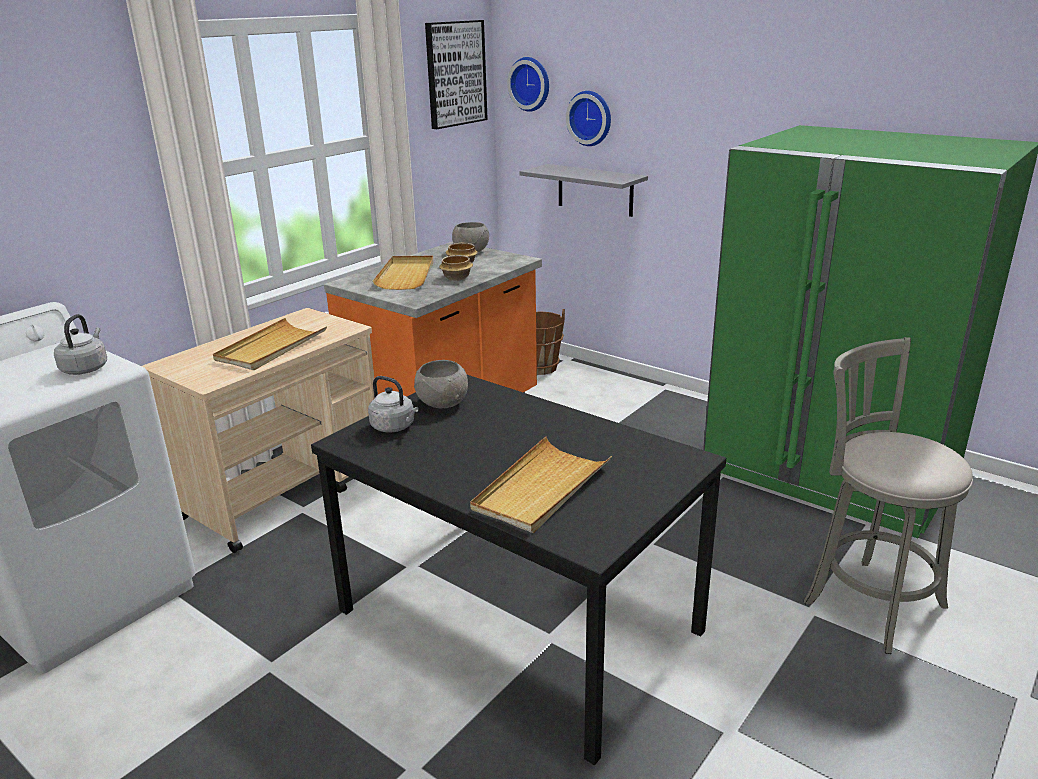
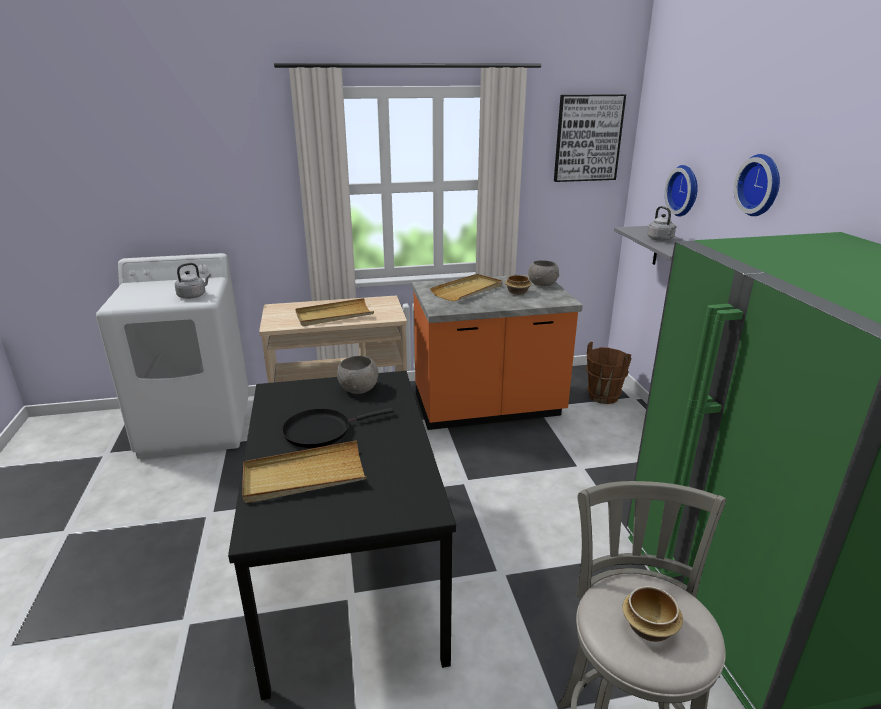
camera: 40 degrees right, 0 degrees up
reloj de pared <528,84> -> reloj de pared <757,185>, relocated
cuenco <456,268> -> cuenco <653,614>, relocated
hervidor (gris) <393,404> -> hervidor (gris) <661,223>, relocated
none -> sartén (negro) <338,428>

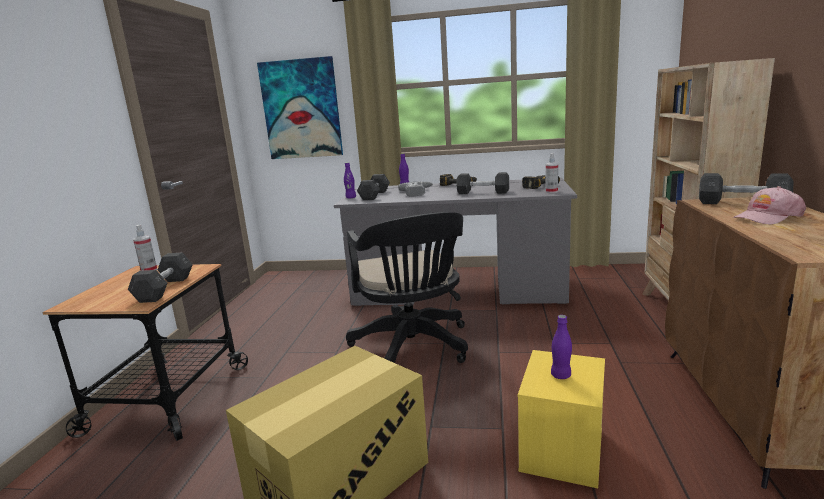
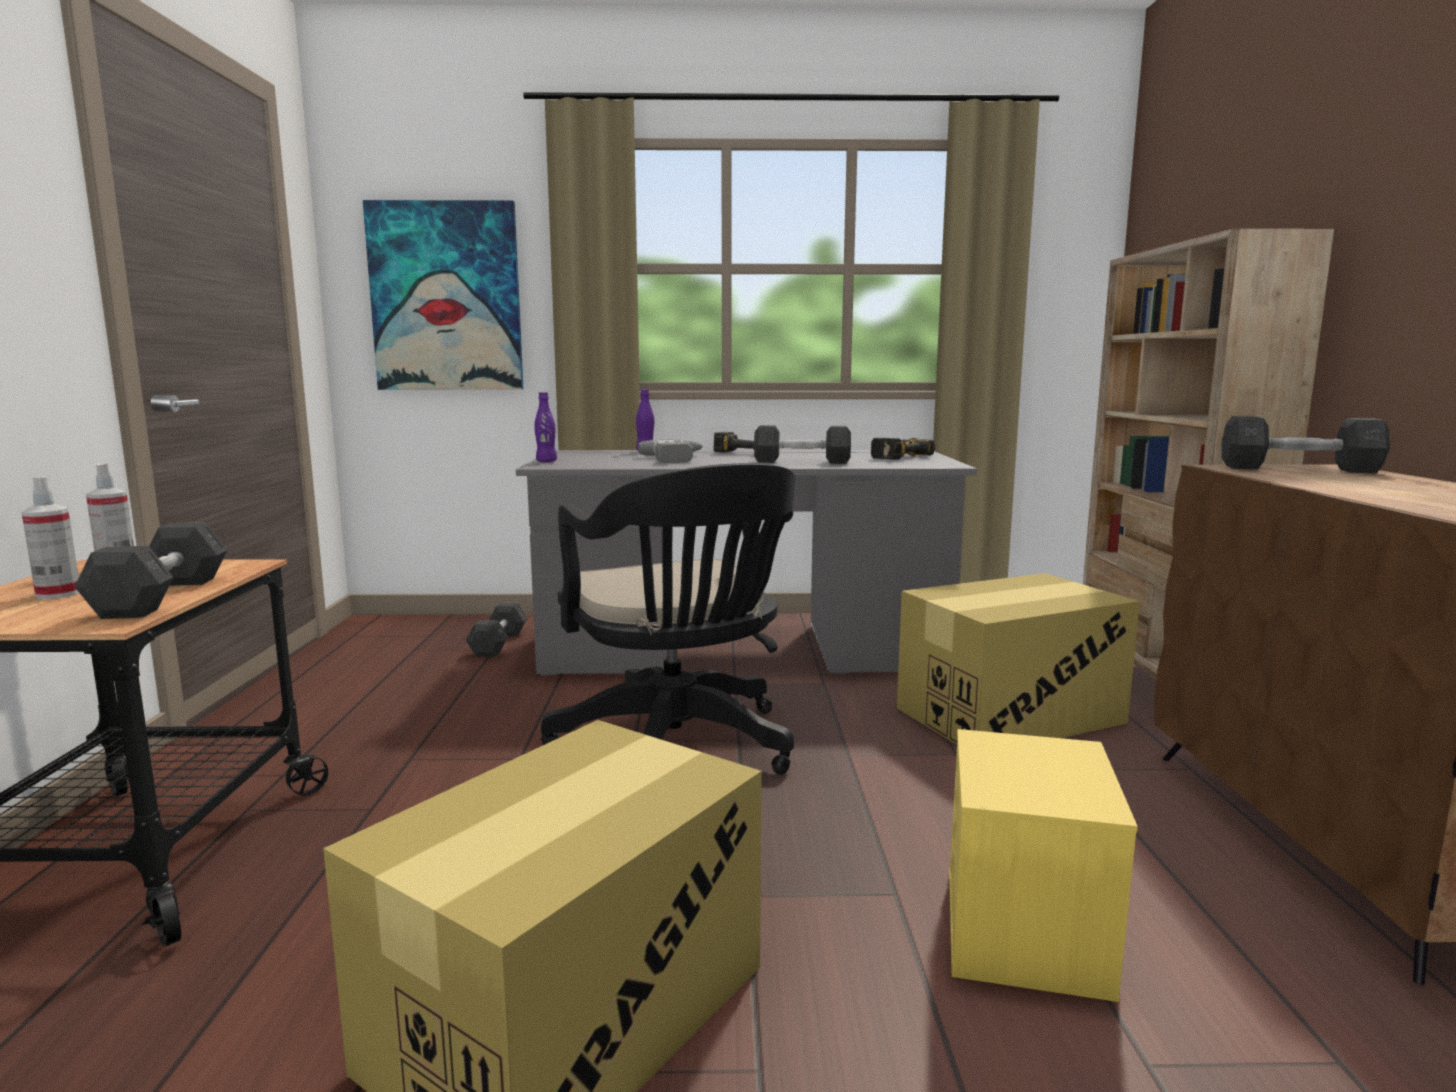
camera: 10 degrees left, 5 degrees down
pulverizador <551,173> -> pulverizador <50,537>, relocated
mancuerna (gris) <373,187> -> mancuerna (gris) <496,629>, relocated
gorra (rosa) <769,205> -> none
botella (morado) <561,347> -> none
none -> caja de cartón <1018,659>

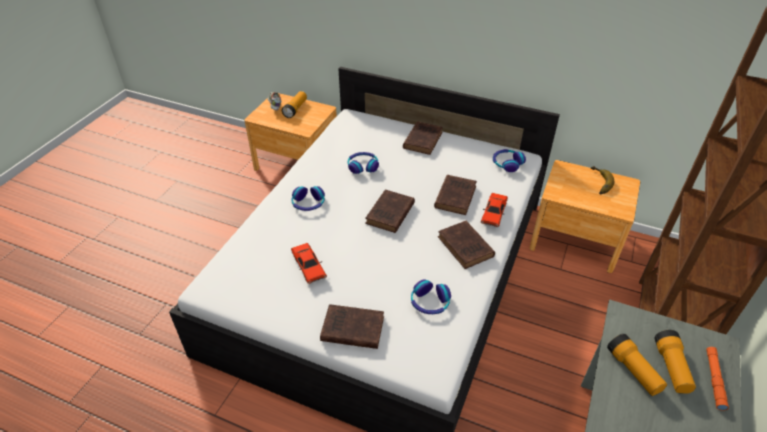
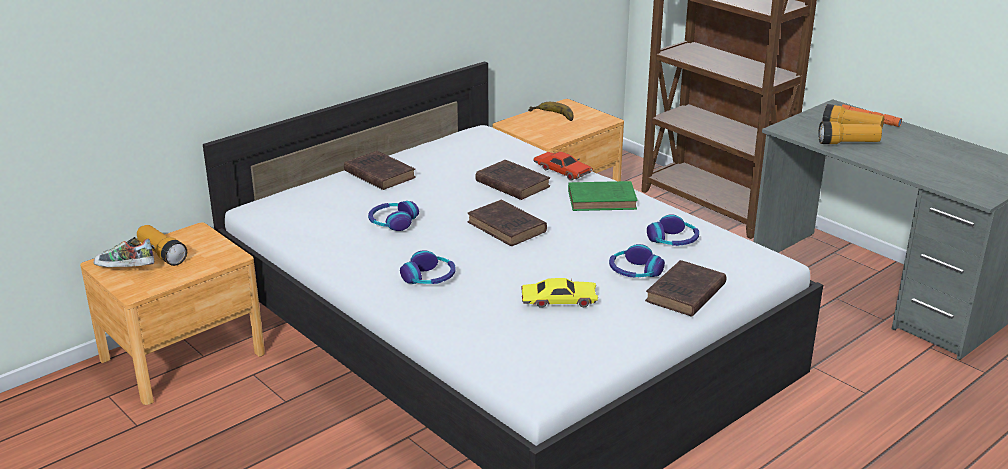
camera: 65 degrees left, 15 degrees down
auriculares <509,160> -> auriculares <637,260>, relocated
libro (marrón) <466,245> -> libro (verde) <603,196>
coche de juguete (rojo) <309,263> -> coche de juguete (amarillo) <559,293>

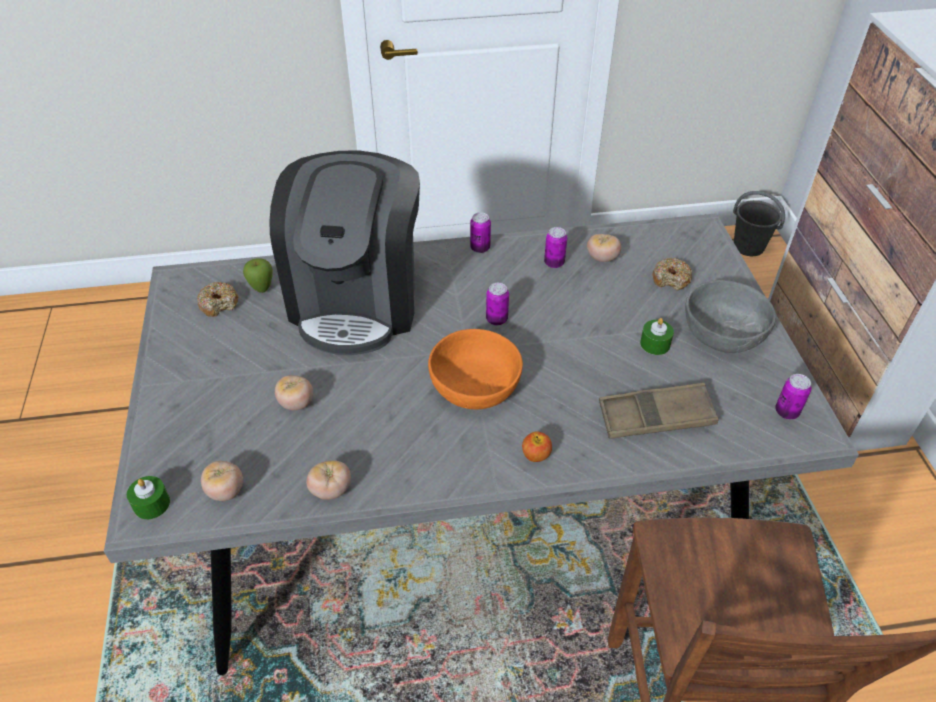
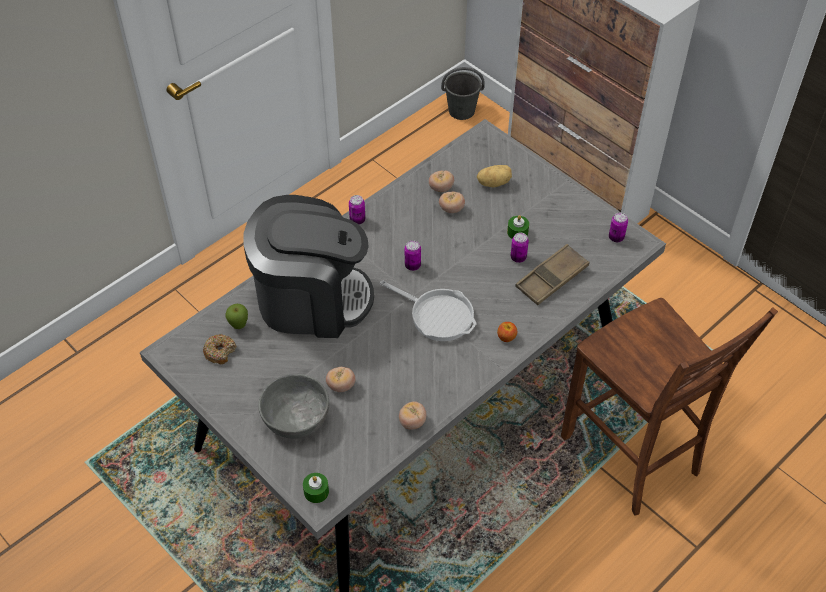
camera: 35 degrees left, 5 degrees up
cafetera <344,253> -> cafetera <309,266>, 60 degrees counterclockwise
lata <555,247> -> lata <520,247>, relocated
rosquilla <672,274> -> patata <494,176>
cuenco (gris) <730,316> -> cuenco (gris) <293,406>, relocated
cuenco (naranja) <475,369> -> sartén <428,310>
tomate <222,481> -> tomate <452,202>, relocated

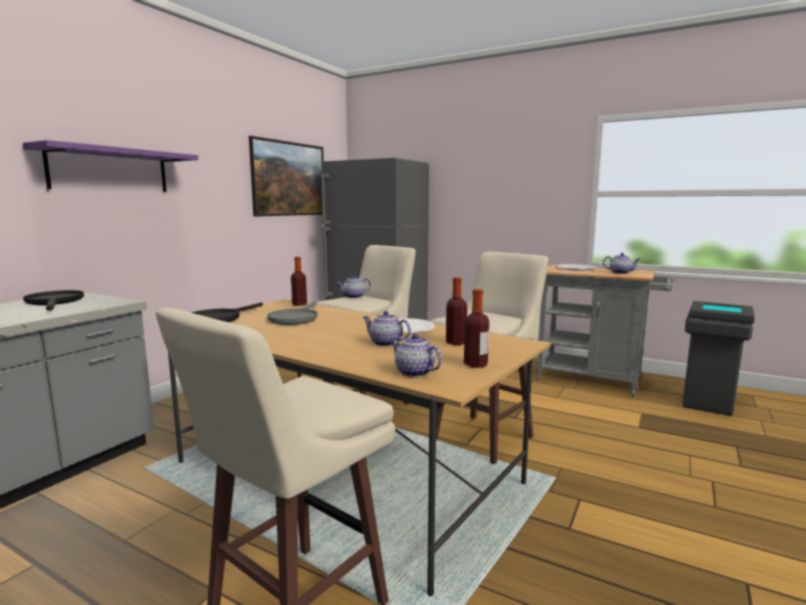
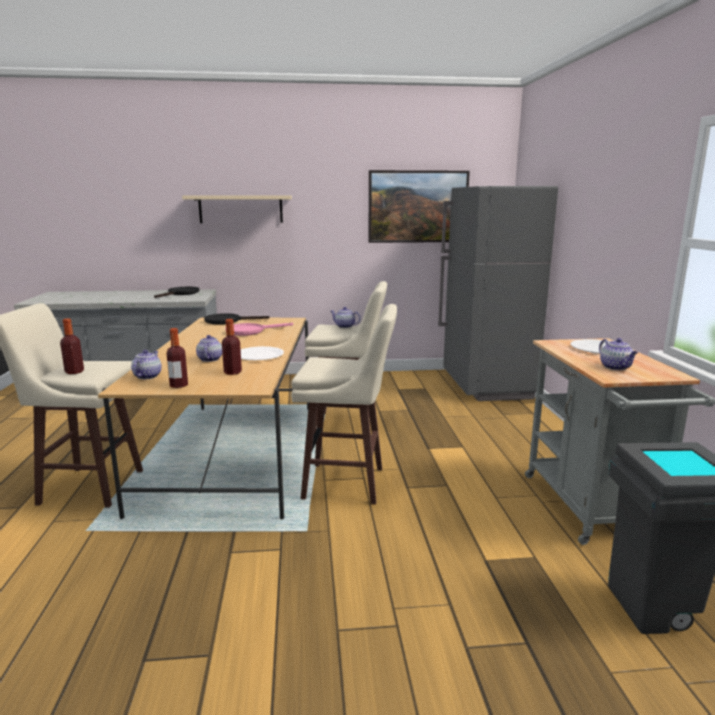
camera: 55 degrees right, 5 degrees up
estante (morado) <110,166> -> estante (beis) <237,209>
botella <299,281> -> botella <72,346>, relocated
sartén (gris) <292,313> -> sartén (rosa) <263,329>

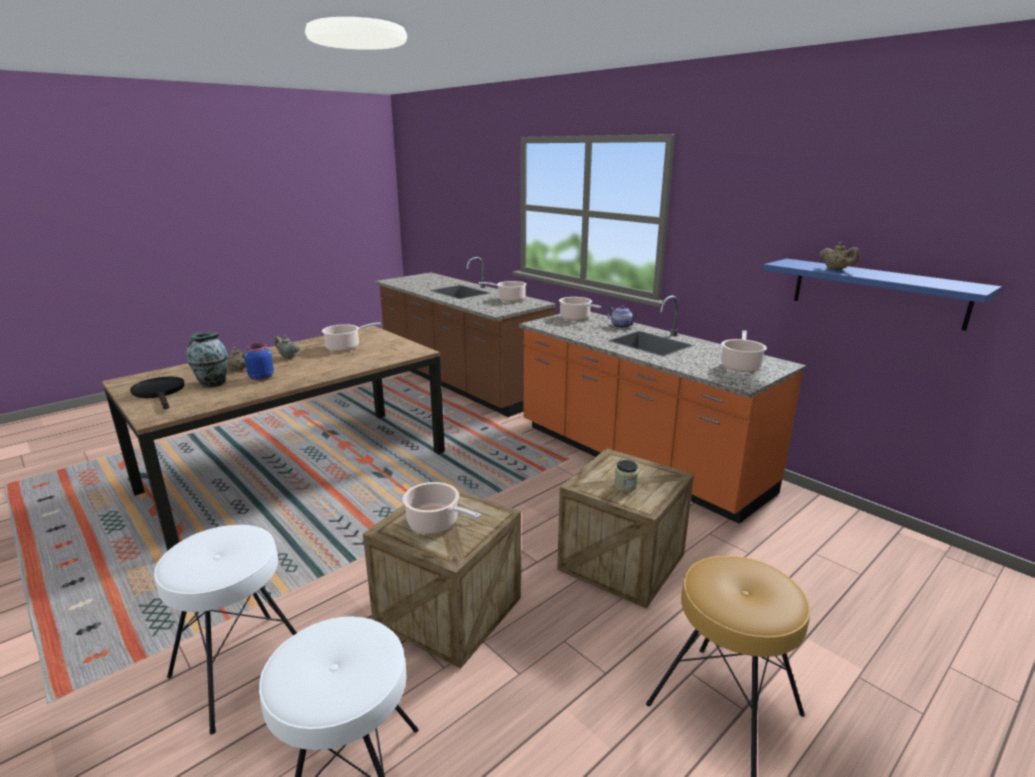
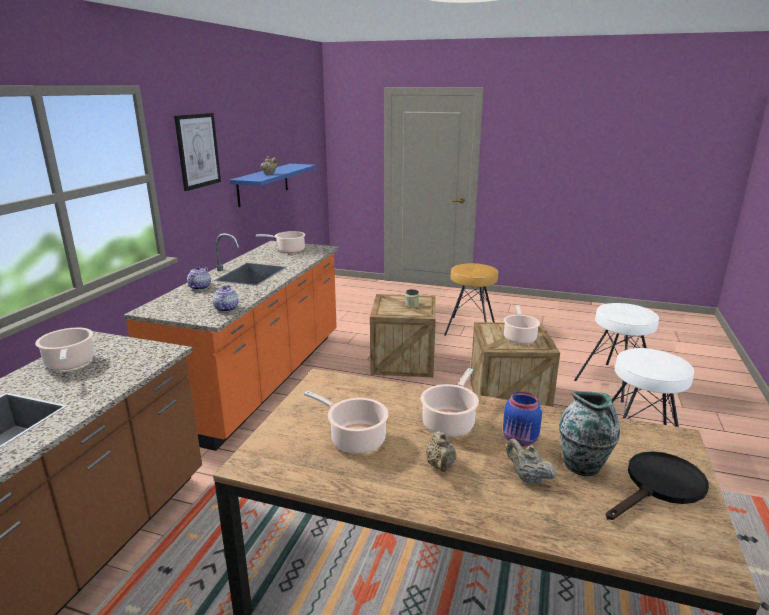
camera: 120 degrees left, 0 degrees up
olla <580,309> -> olla <450,402>, relocated
sartén (negro) <157,392> -> sartén (negro) <657,485>, 150 degrees counterclockwise
none -> cuadro <197,152>
none -> tetera <225,298>

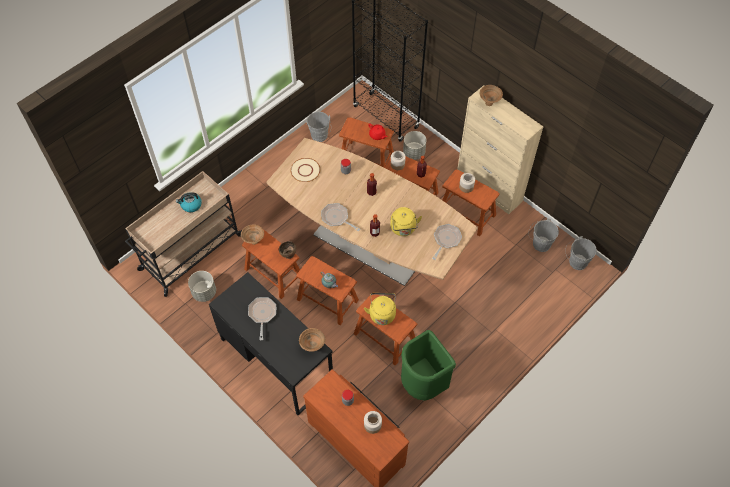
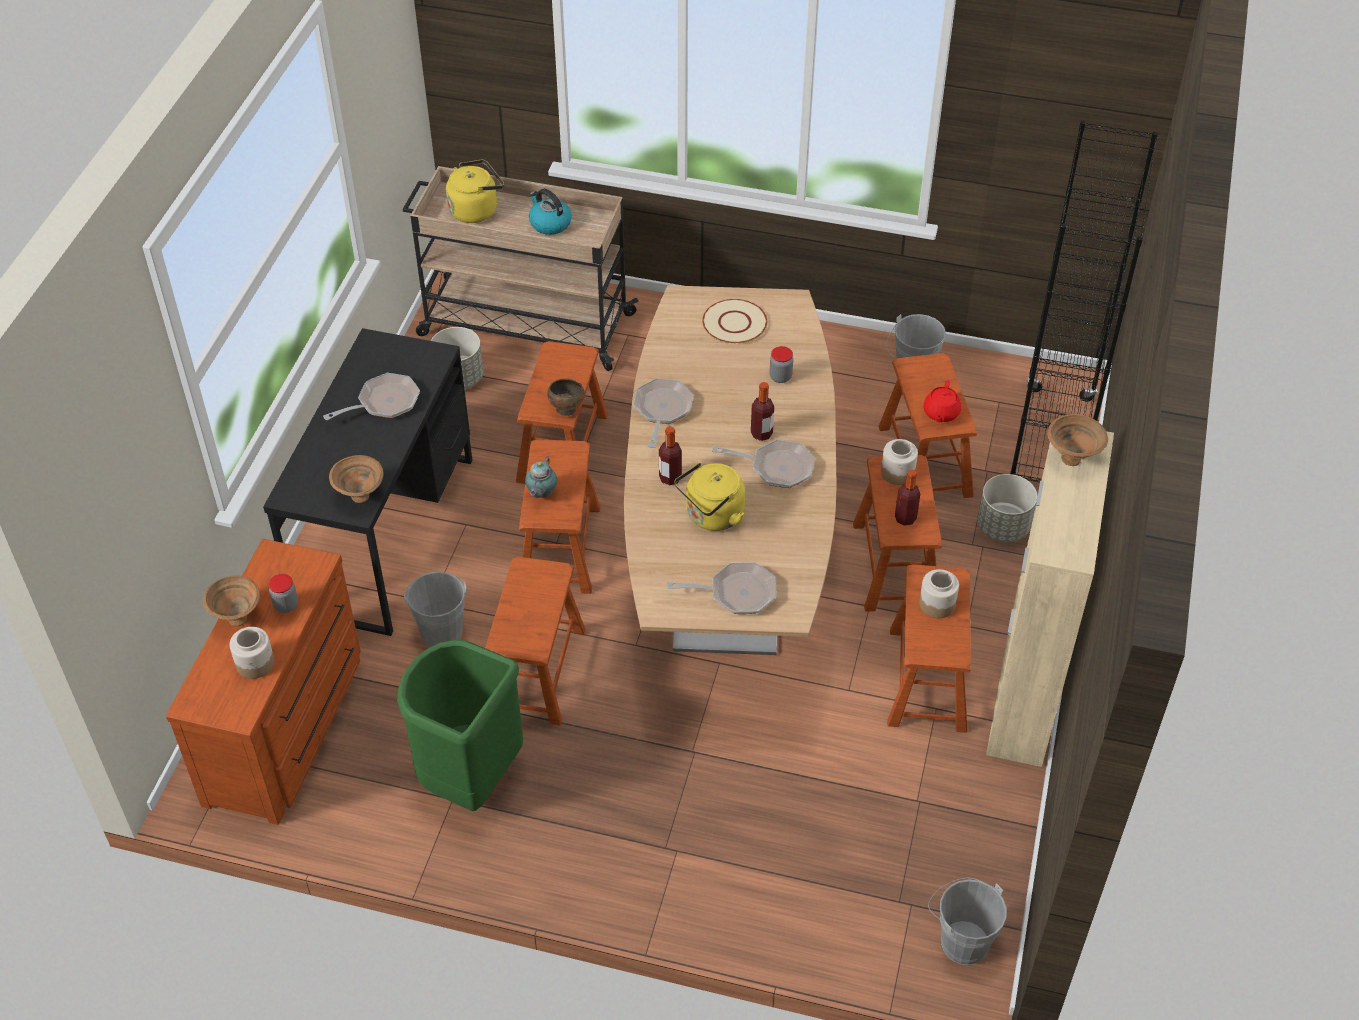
camera: 60 degrees right, 10 degrees down
cubo (gris) <543,235> -> cubo (gris) <435,609>, relocated
cuenco (marrón) <252,234> -> cuenco (marrón) <231,600>, relocated
hervidor (amarillo) <380,309> -> hervidor (amarillo) <475,191>, relocated
none -> sartén <763,464>

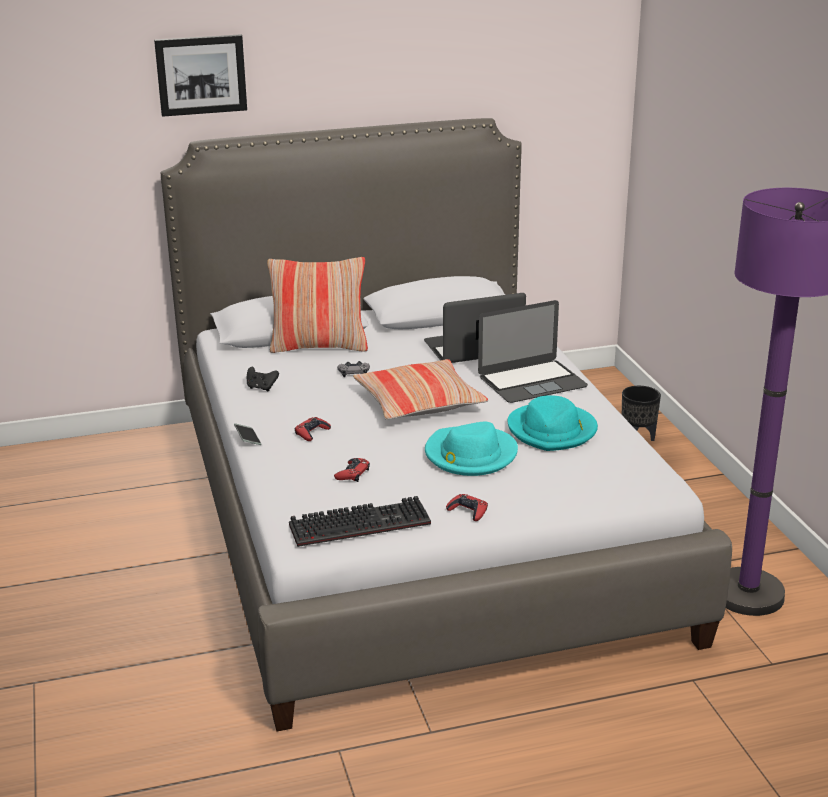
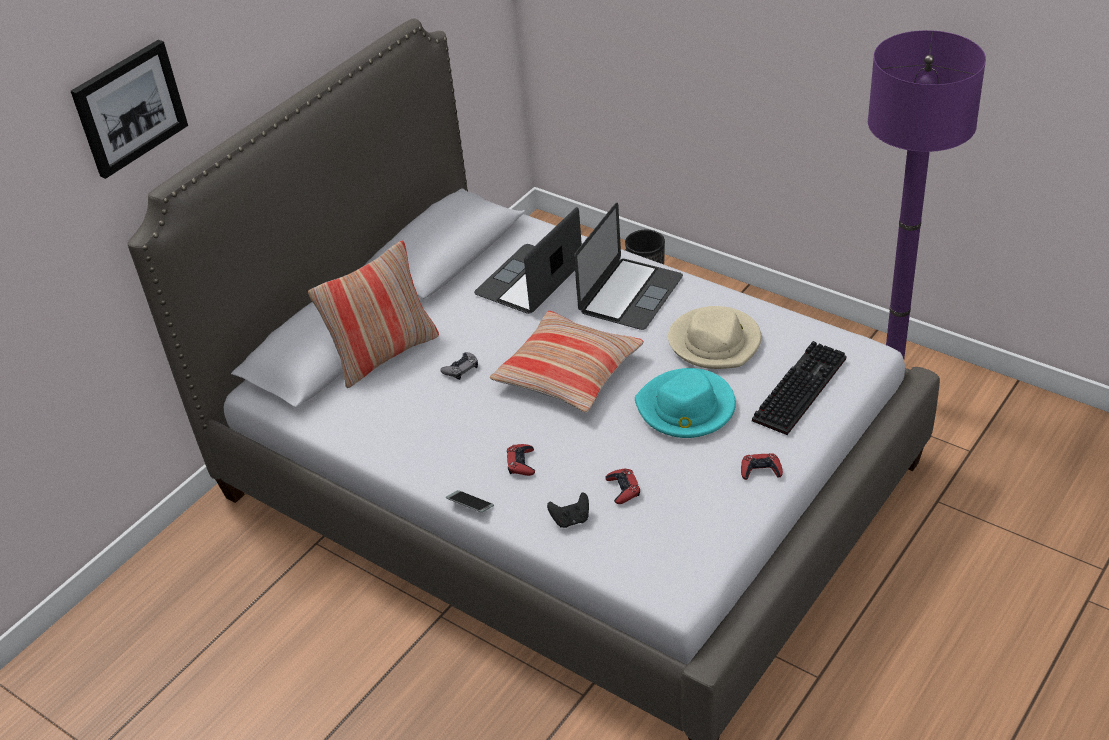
camera: 35 degrees left, 15 degrees up
mando de consola (negro) <263,379> -> mando de consola (negro) <568,510>, relocated
sombrero (turquesa) <552,423> -> sombrero (beis) <714,337>
teclado <360,521> -> teclado <799,388>, relocated

